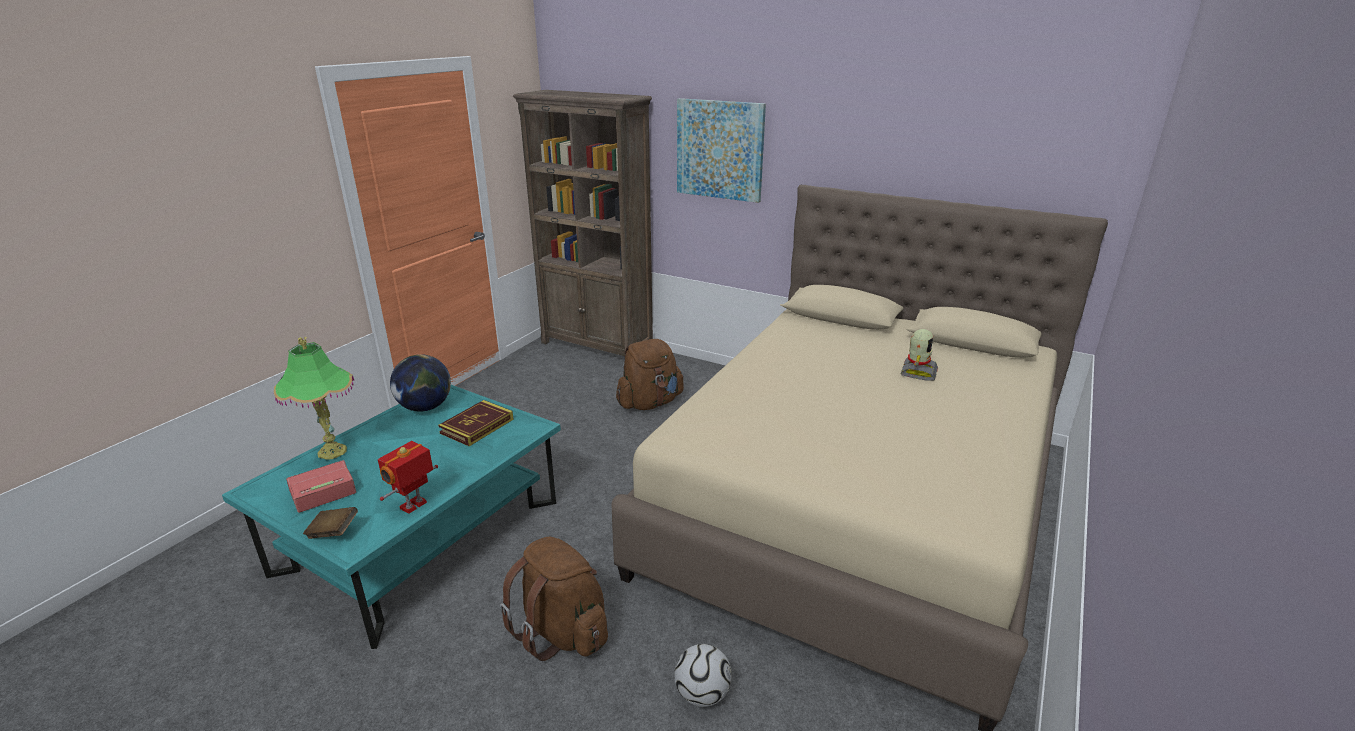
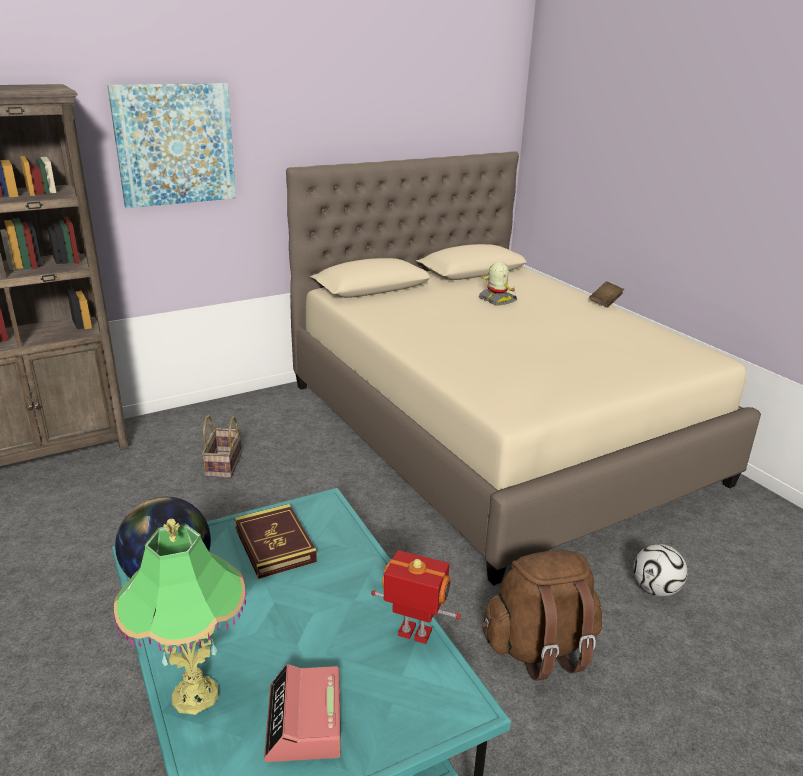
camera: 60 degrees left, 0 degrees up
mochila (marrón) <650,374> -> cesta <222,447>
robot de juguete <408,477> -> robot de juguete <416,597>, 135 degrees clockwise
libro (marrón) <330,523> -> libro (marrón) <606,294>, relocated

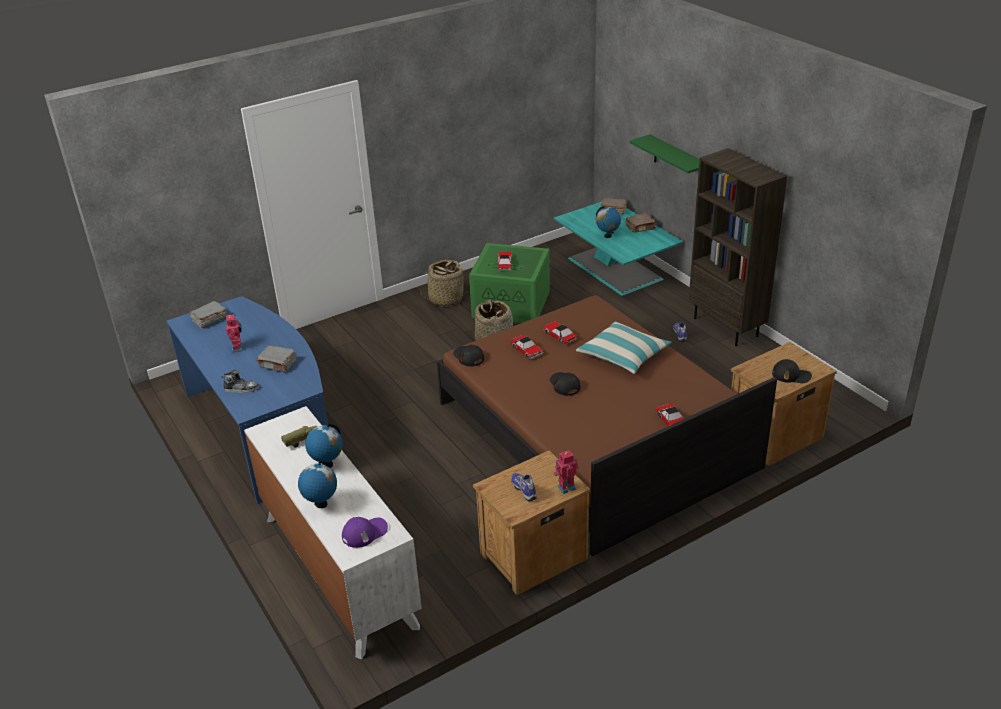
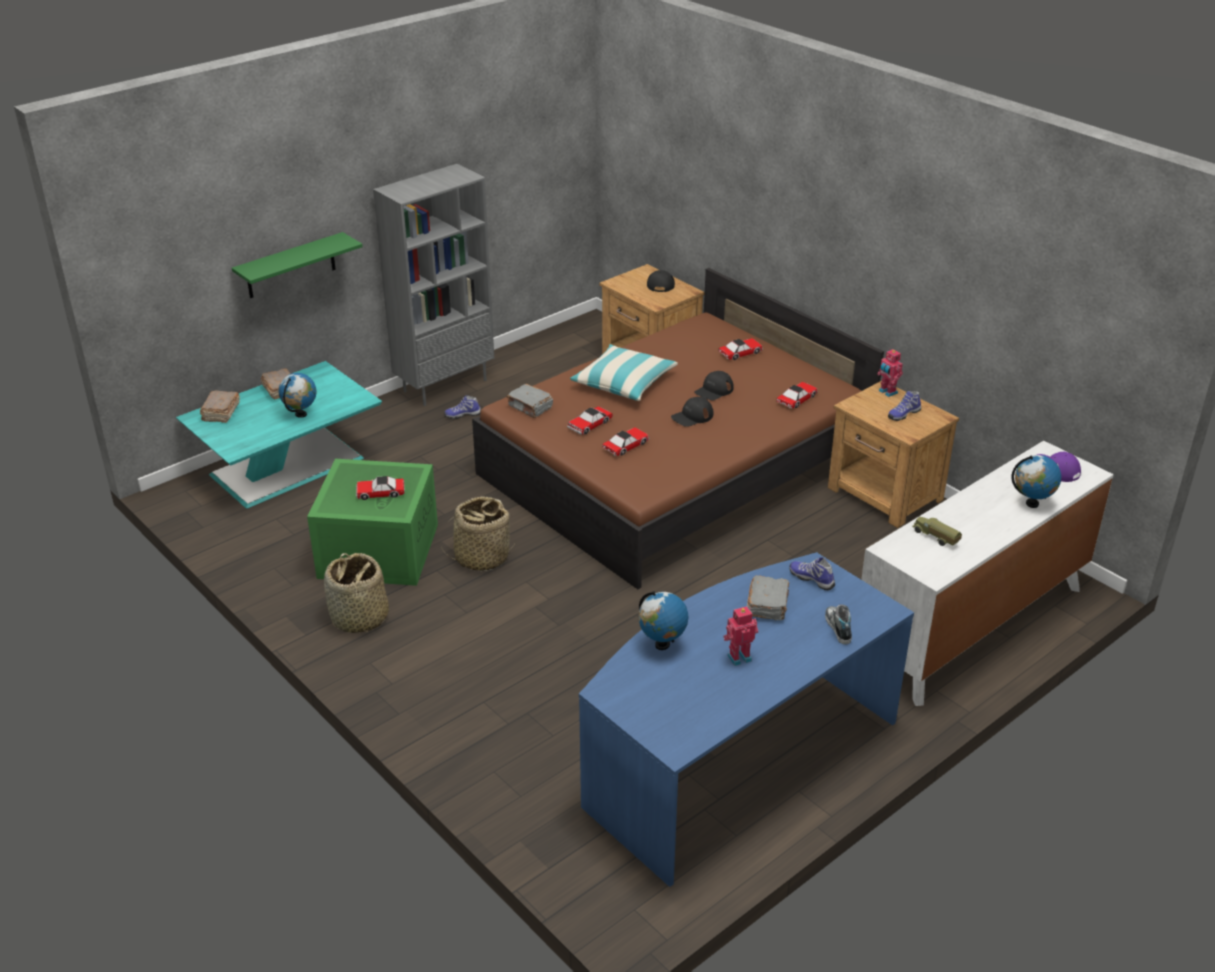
camera: 100 degrees left, 0 degrees up
estantería (marrón) <738,247> -> estantería (gris) <433,285>
libro (gris) <208,315> -> libro (gris) <529,401>, relocated
gorra (negro) <468,355> -> gorra (negro) <714,386>, relocated
globo terráqueo <324,446> -> globo terráqueo <663,620>, relocated
none -> coche de juguete <797,395>
none -> zapato <812,573>

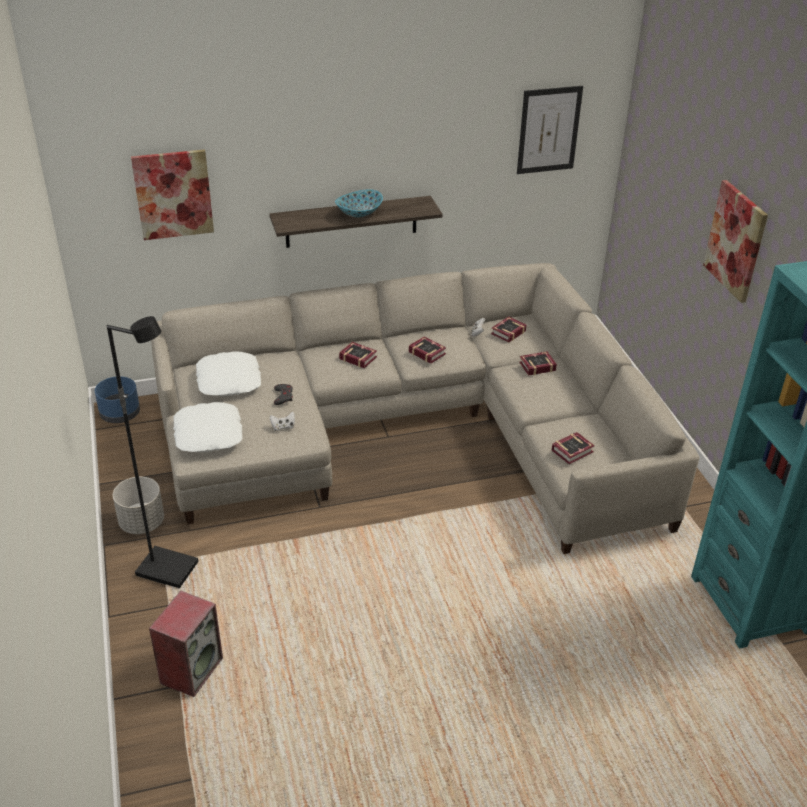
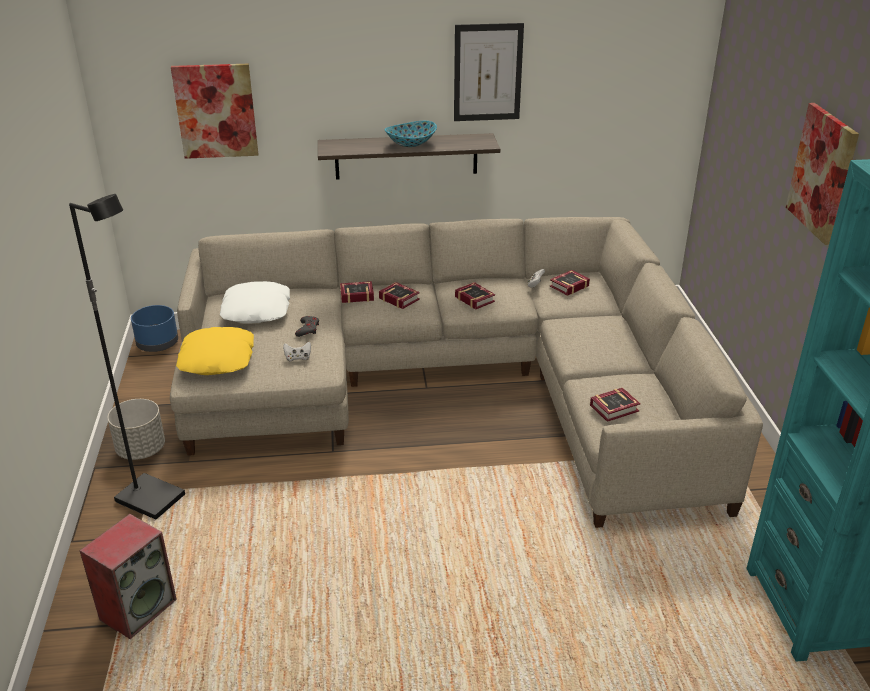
camera: 10 degrees right, 5 degrees down
cuadro <550,130> -> cuadro <489,72>, relocated
libro <538,363> -> libro <357,292>, relocated
cojín (blanco) <207,427> -> cojín (amarillo) <215,351>

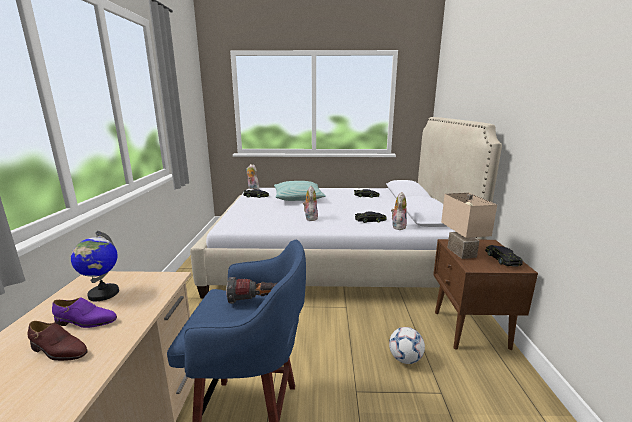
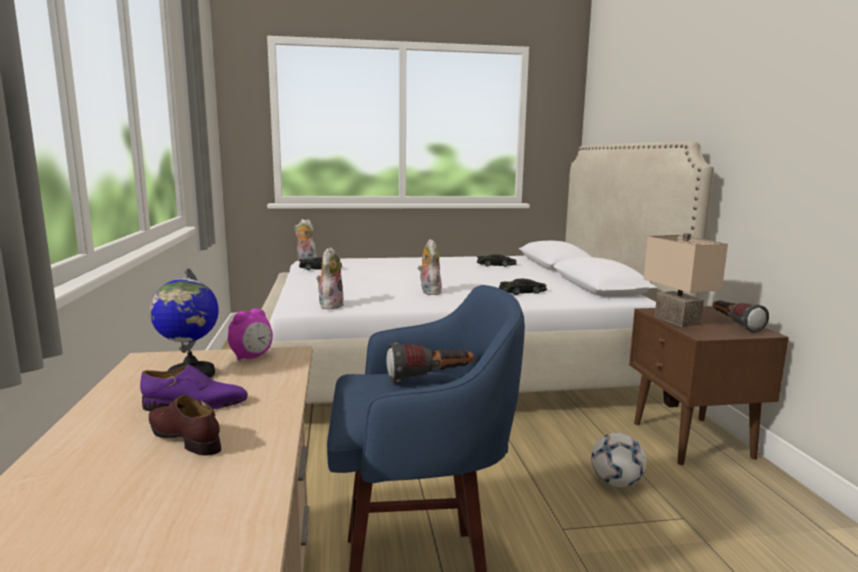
camera: 10 degrees left, 5 degrees down
cojín <300,191> -> none
peluche <399,211> -> peluche <330,278>, relocated
coche de juguete (negro) <504,256> -> linterna <741,316>
zapato (marrón) <57,341> -> zapato (marrón) <185,425>, 150 degrees counterclockwise
none -> despertador <250,334>

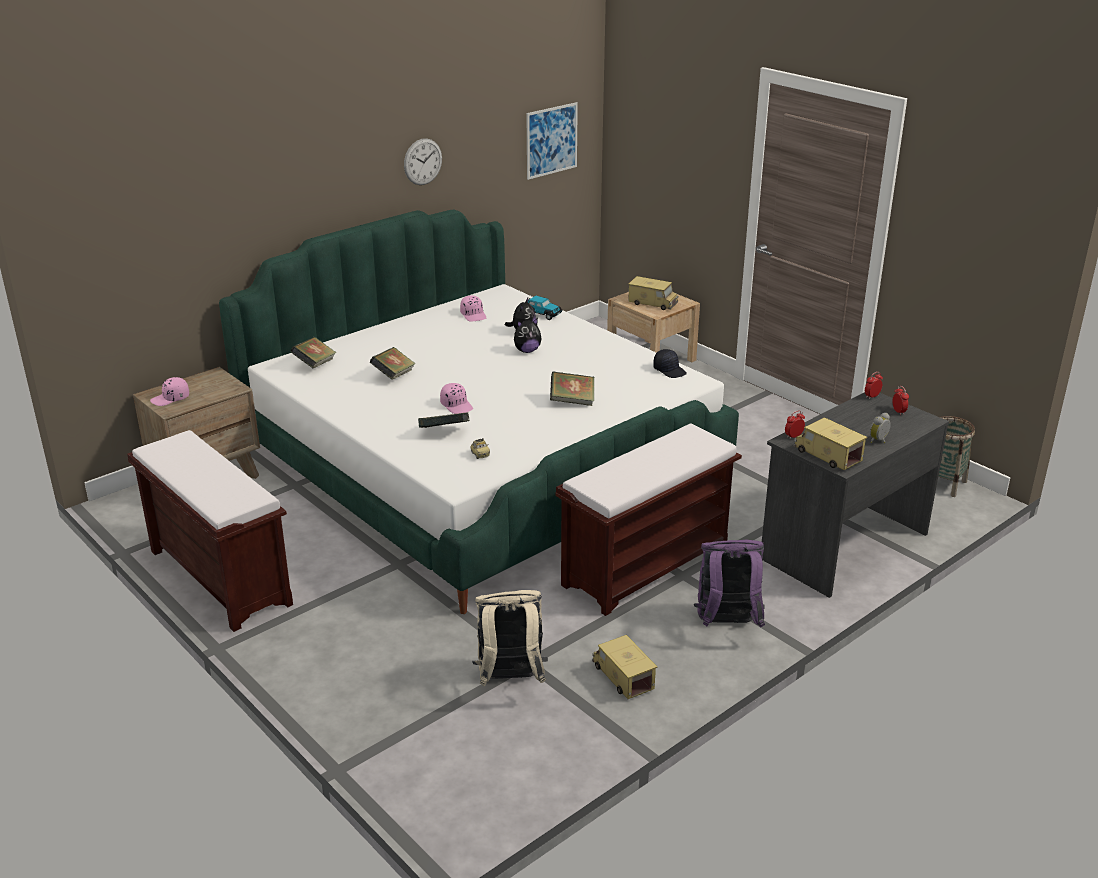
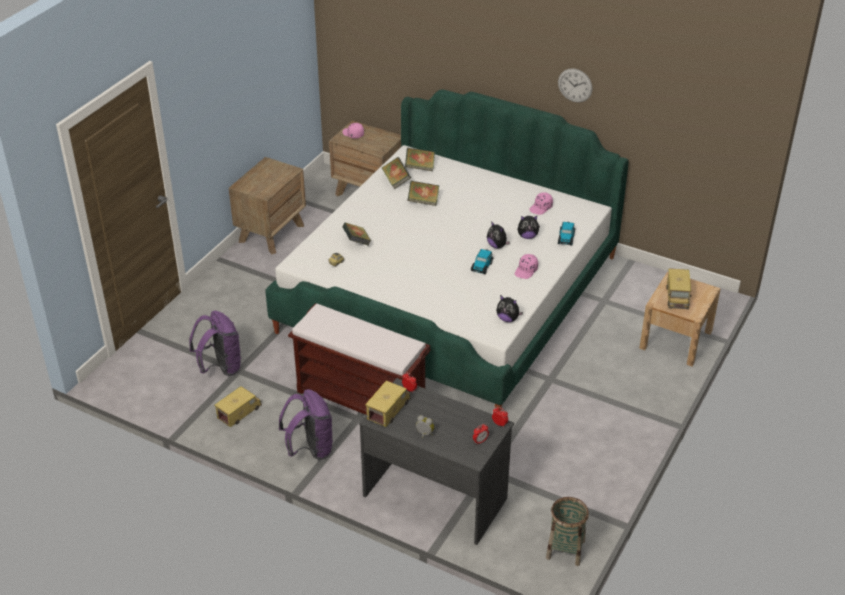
camera: 70 degrees right, 10 degrees up
cuadro <552,141> -> none
gorra (negro) <670,363> -> peluche <509,308>
libro <572,388> -> libro <396,173>, relocated
gorra (rosa) <456,398> -> gorra (rosa) <526,266>, relocated
banco (marrón) <210,531> -> mesita de noche (marrón) <267,206>
mochila (beis) <510,638> -> mochila (morado) <215,343>
none -> coche de juguete <482,261>

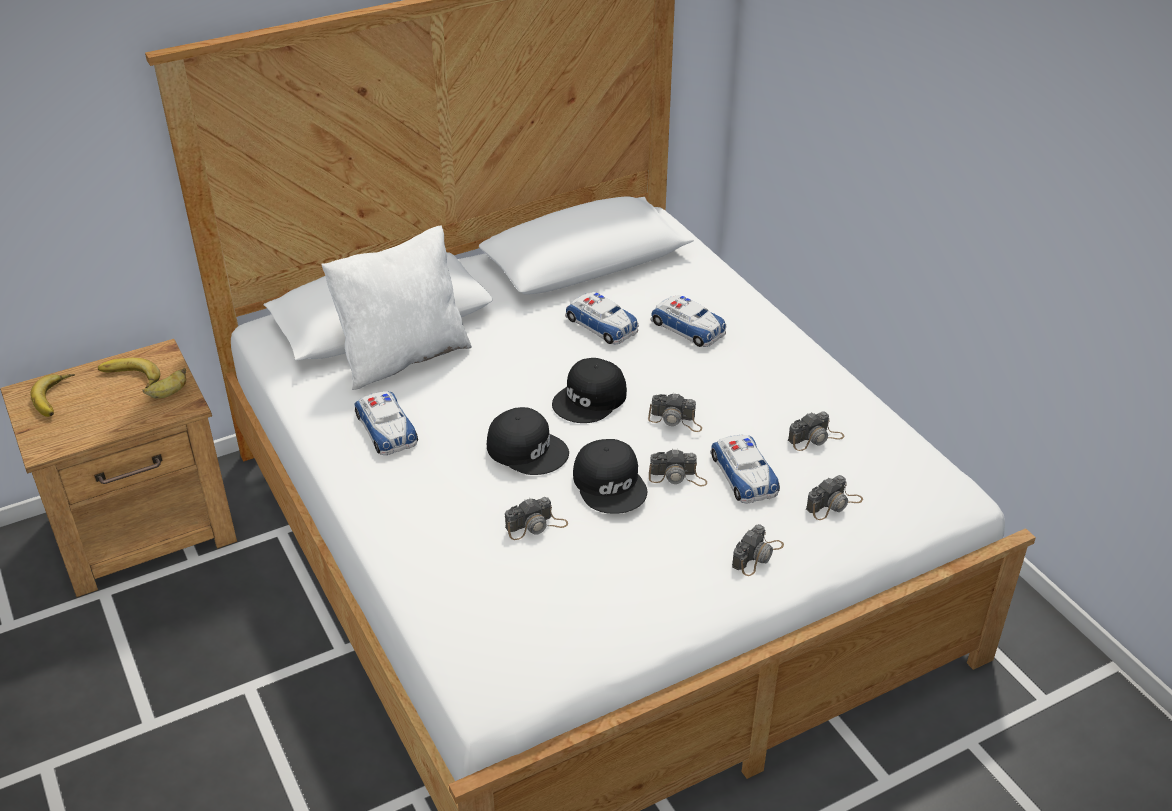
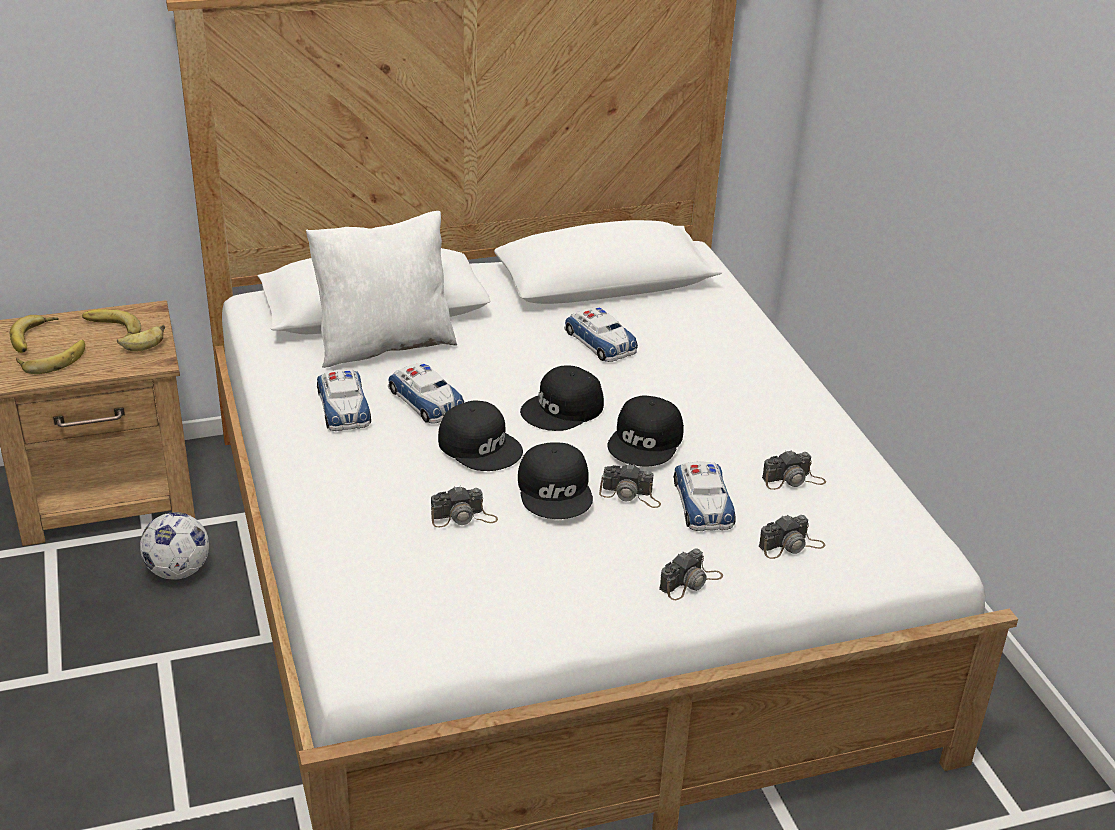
camera: 10 degrees right, 5 degrees down
coche de juguete <688,321> -> coche de juguete <426,393>, relocated
cámara <675,412> -> gorra (negro) <645,430>
none -> plátano <50,357>
none -> balón de fútbol <174,546>

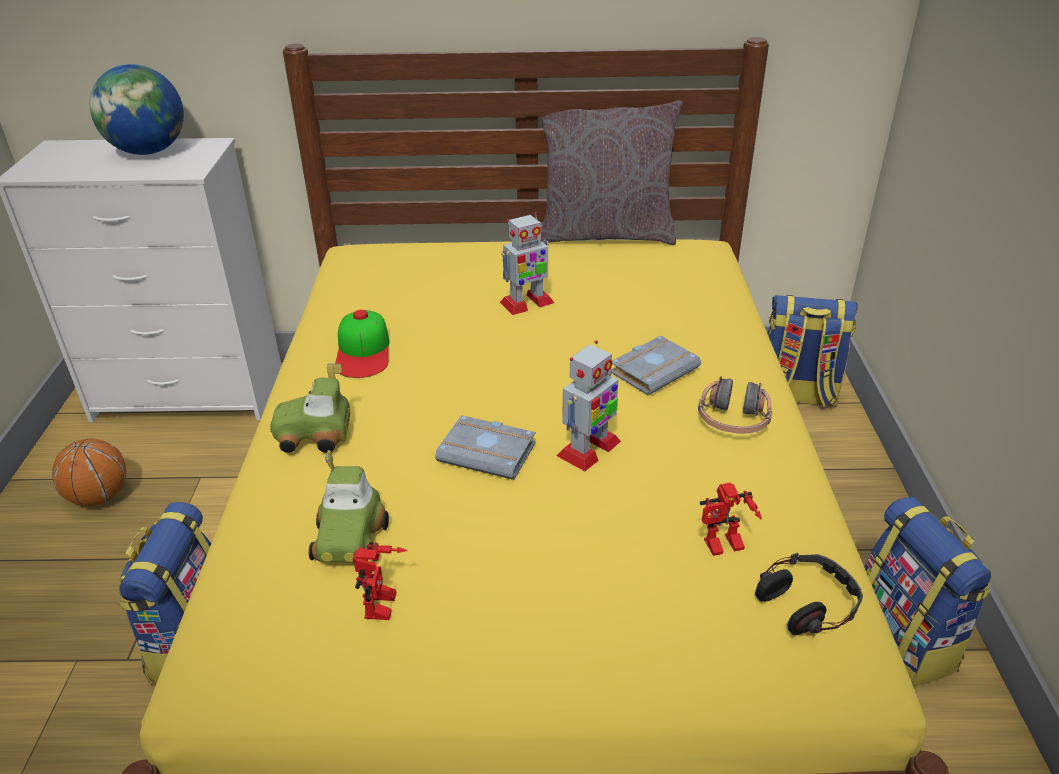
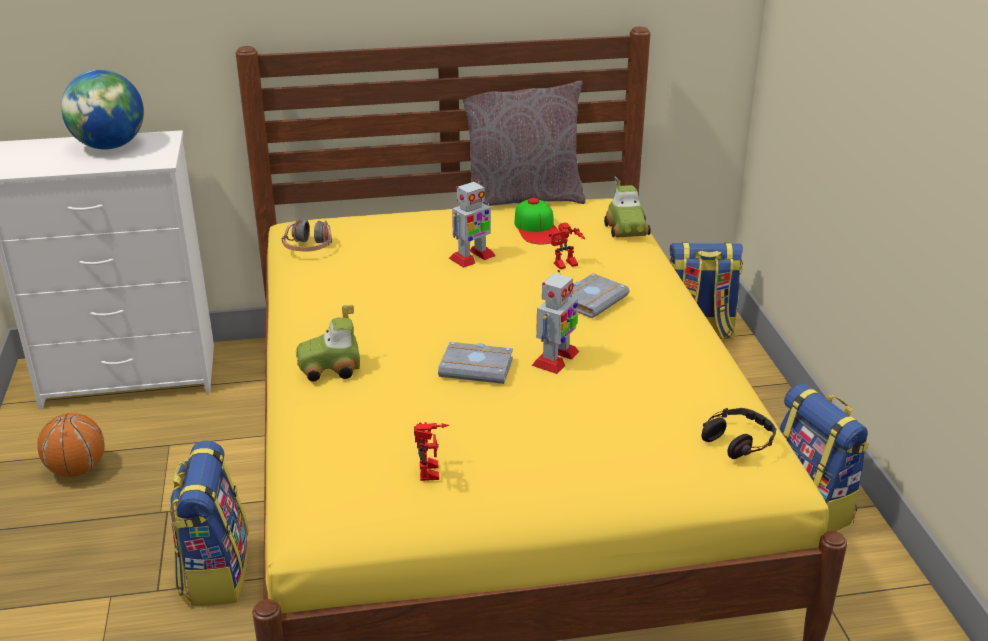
camera: 10 degrees left, 5 degrees down
gorra <362,344> -> gorra <537,221>, relocated
auriculares <735,405> -> auriculares <307,235>, relocated
coche de juguete <349,506> -> coche de juguete <627,206>, relocated
robot de juguete <731,519> -> robot de juguete <567,245>, relocated

